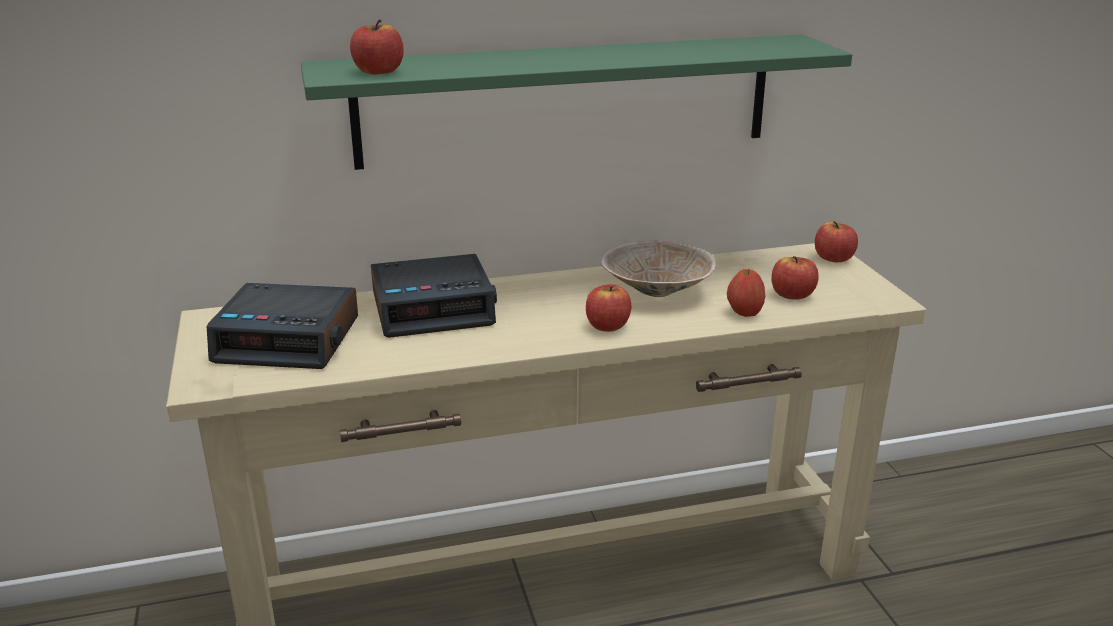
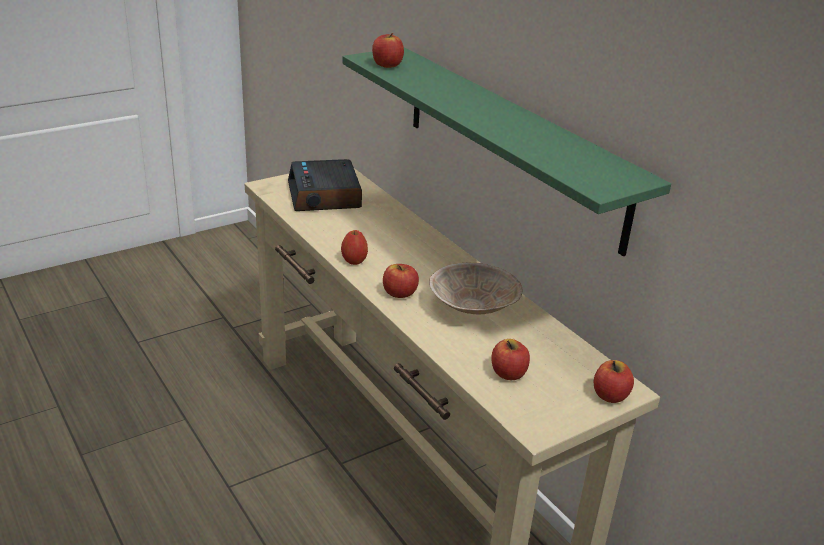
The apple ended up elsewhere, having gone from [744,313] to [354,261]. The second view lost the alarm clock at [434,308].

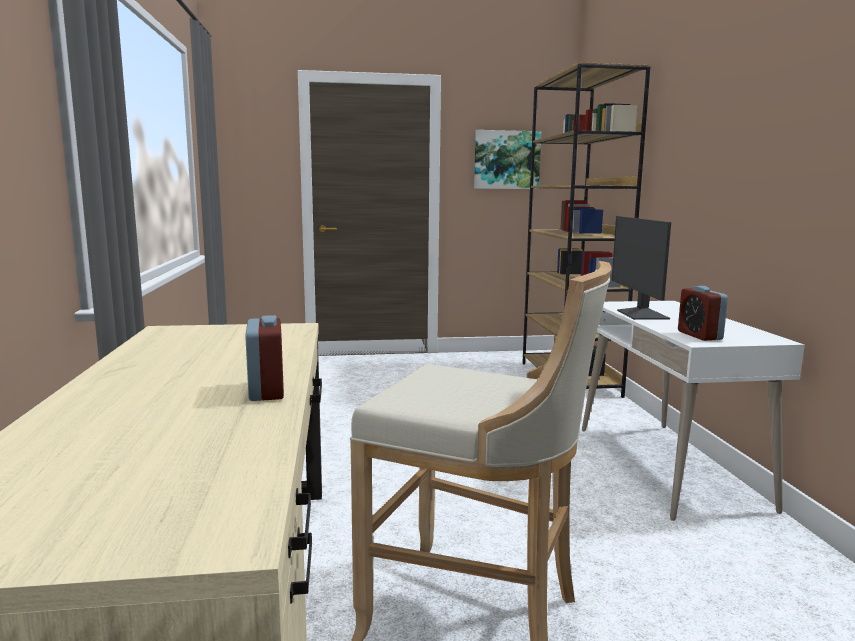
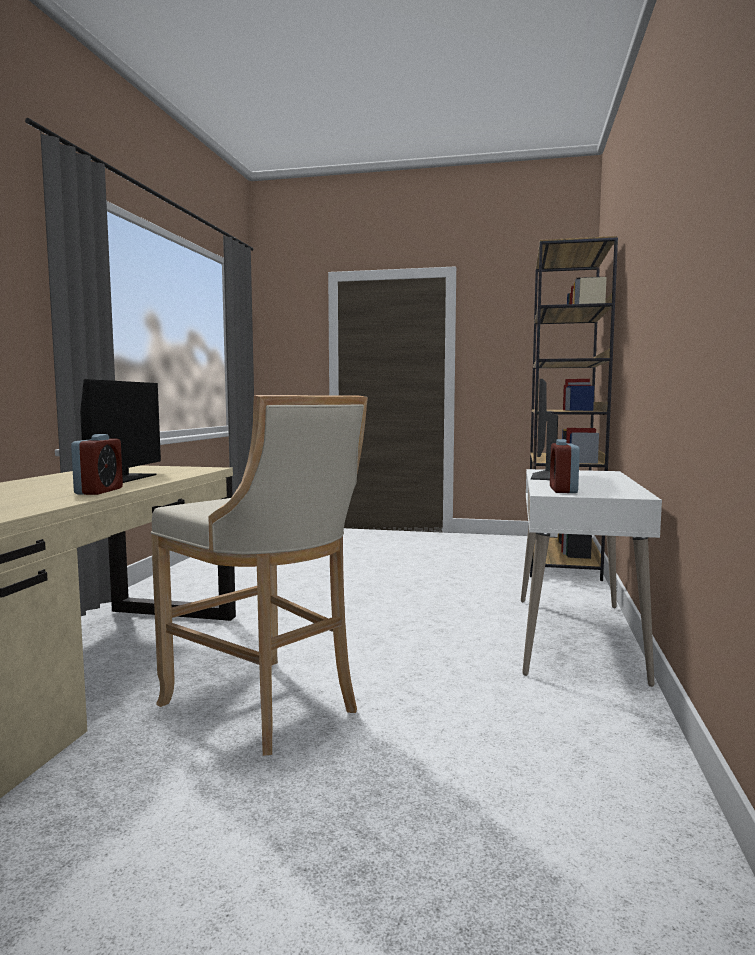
The second view gained the monitor at [123,478]. The second view lost the picture at [506,160].

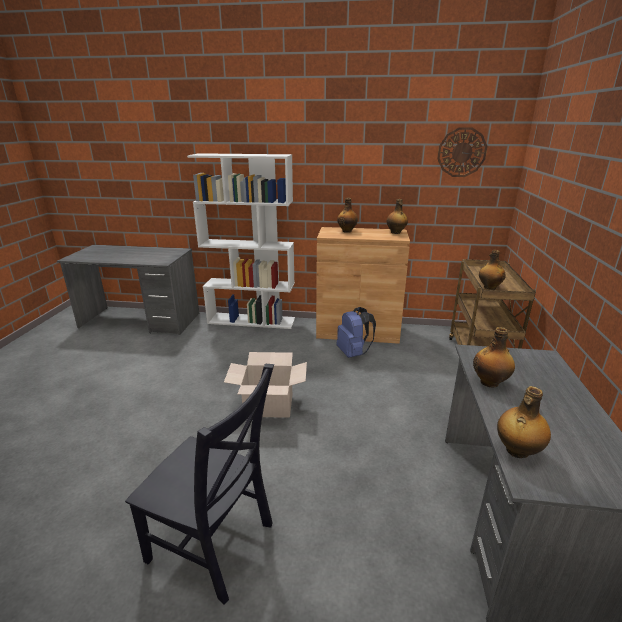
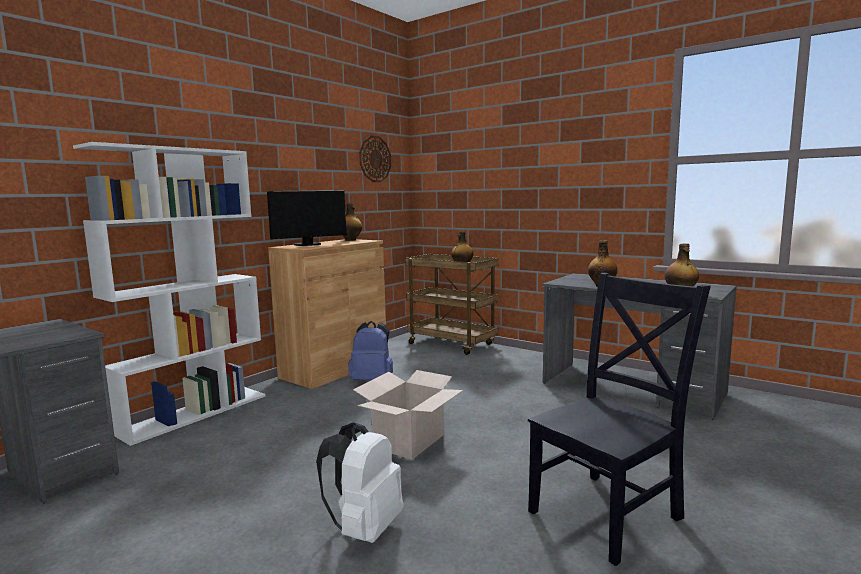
Where the bottle stood at [347,231], the monitor came to stand at [308,244]. The second view gained the white backpack at [364,528].

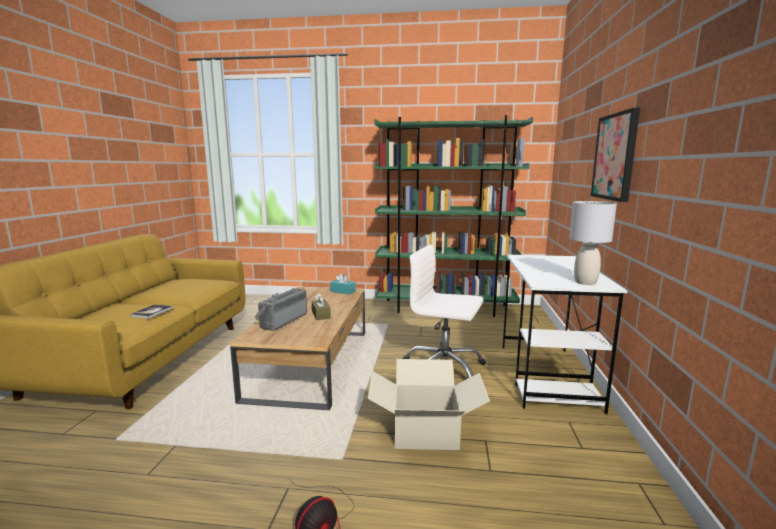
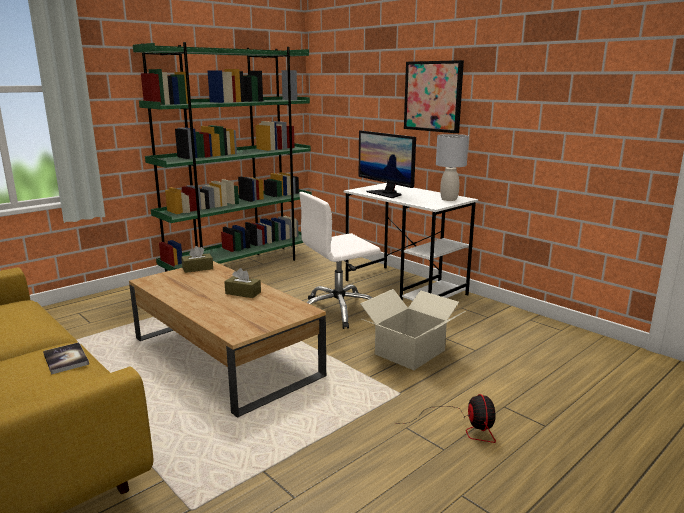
What was the turquoise tissue box at [343,291] turned into the brown tissue box at [197,268]. The second view gained the monitor at [386,193]. The second view lost the radio at [282,320].

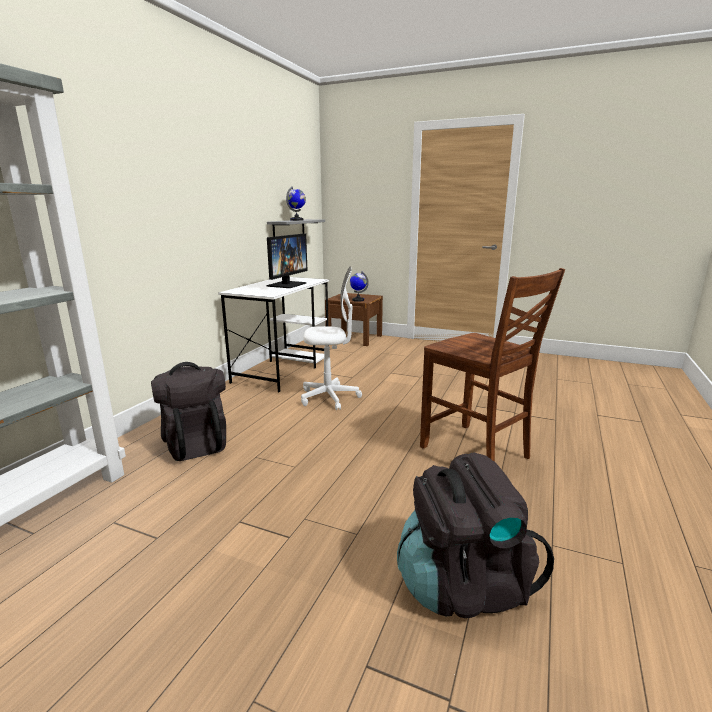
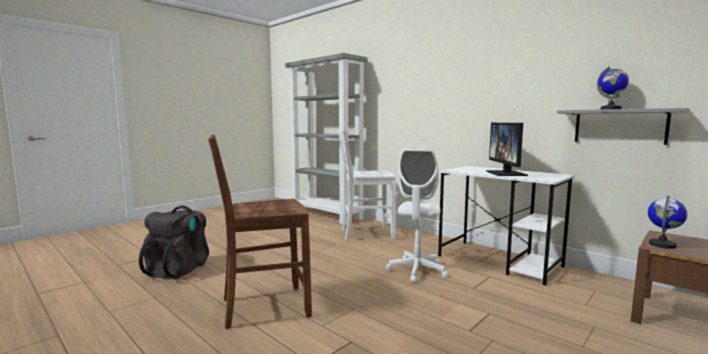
Where the black backpack stood at [195,443], the white chair came to stand at [365,234]. The monitor at [287,284] ended up facing another way, 45 degrees clockwise from before.

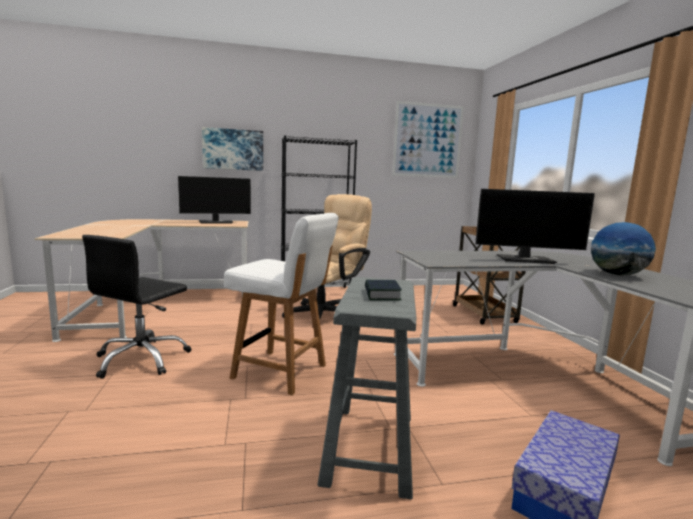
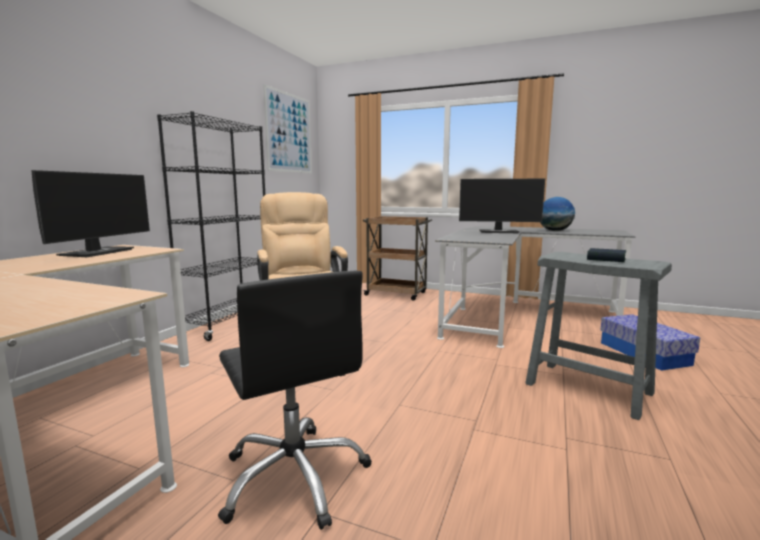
The monitor at [526,260] ended up facing another way, 60 degrees clockwise from before. The second view lost the picture at [233,149]. The second view lost the white chair at [281,372].

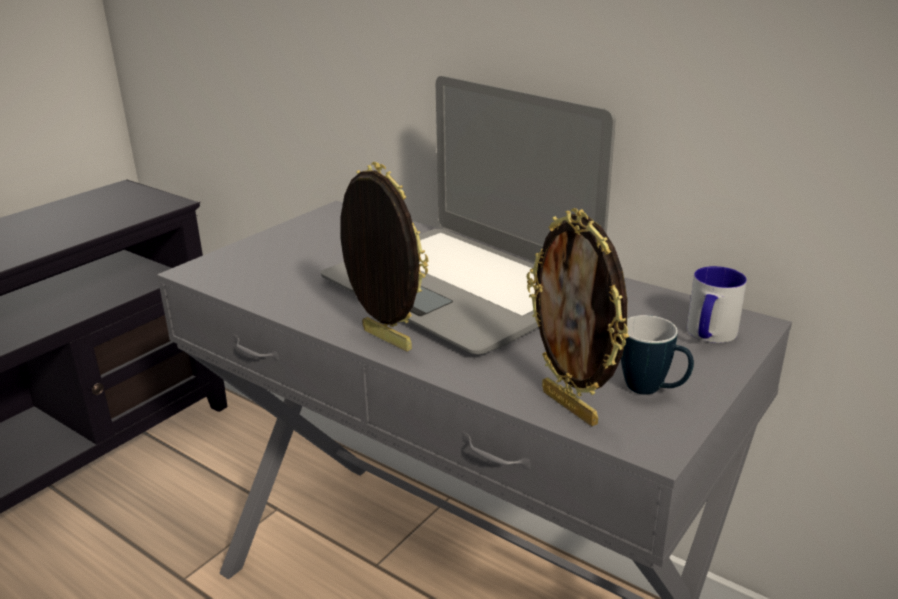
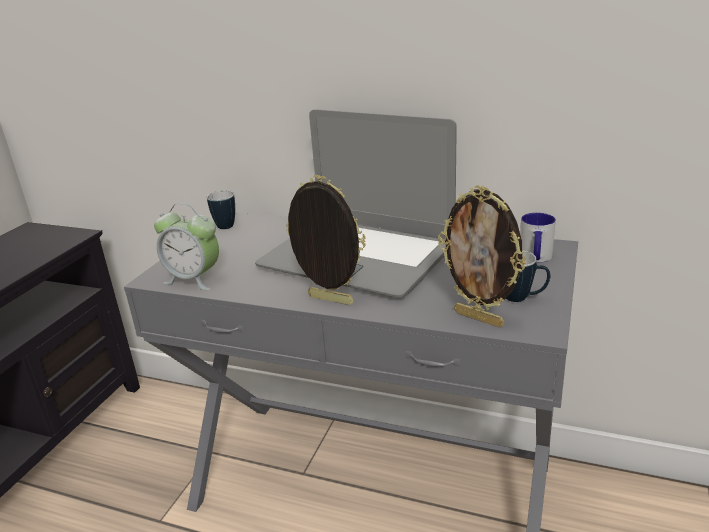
The second view gained the alarm clock at [194,279]. The second view gained the mug at [226,224].

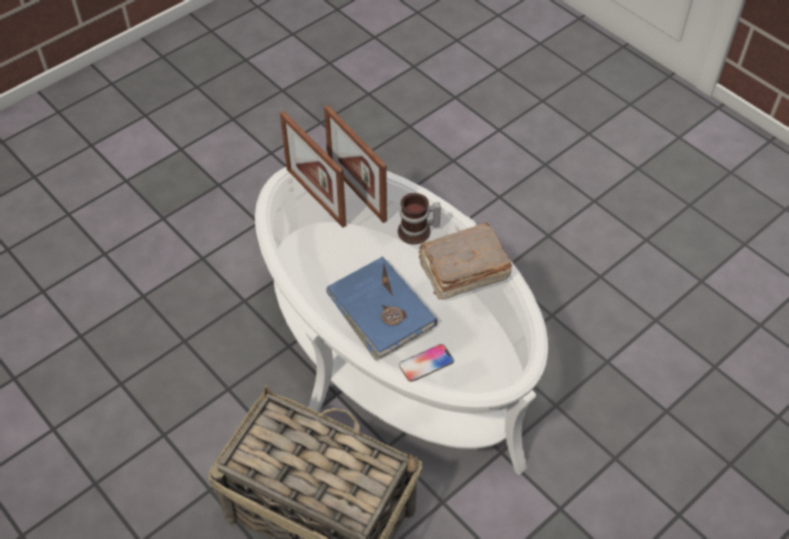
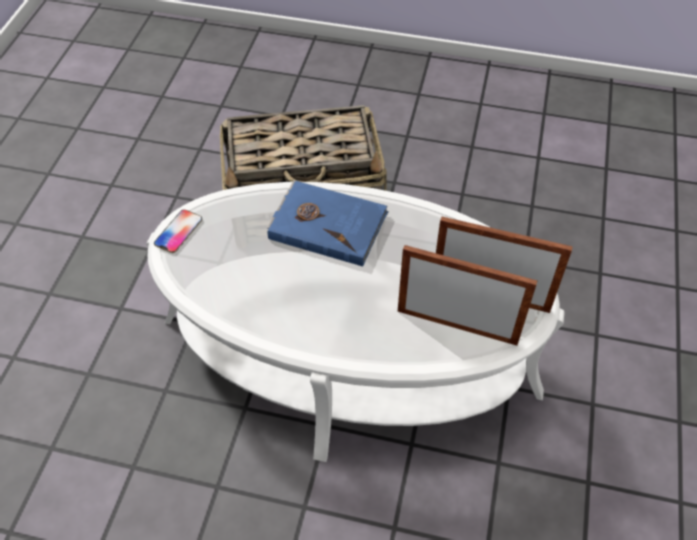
The phone ended up elsewhere, having gone from [426,363] to [178,232]. The second view lost the mug at [417,232]. The second view lost the brown book at [462,271].

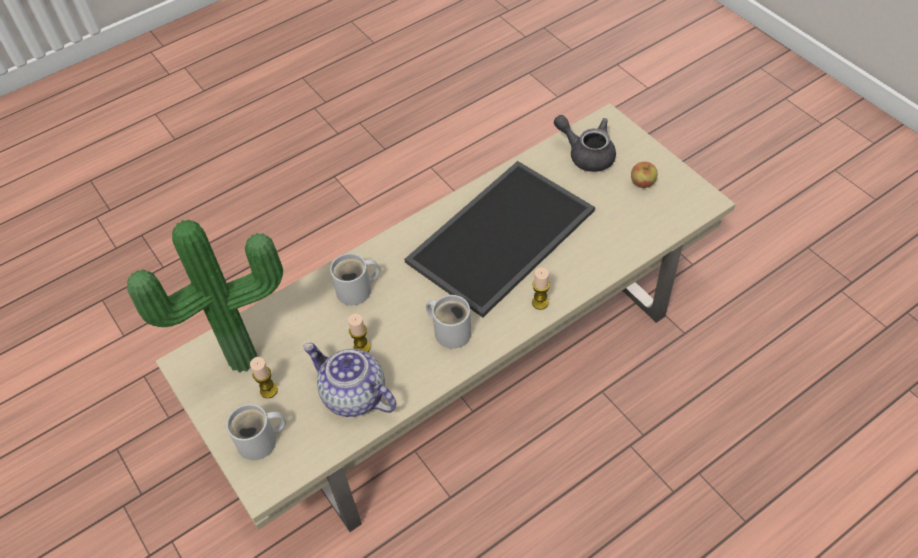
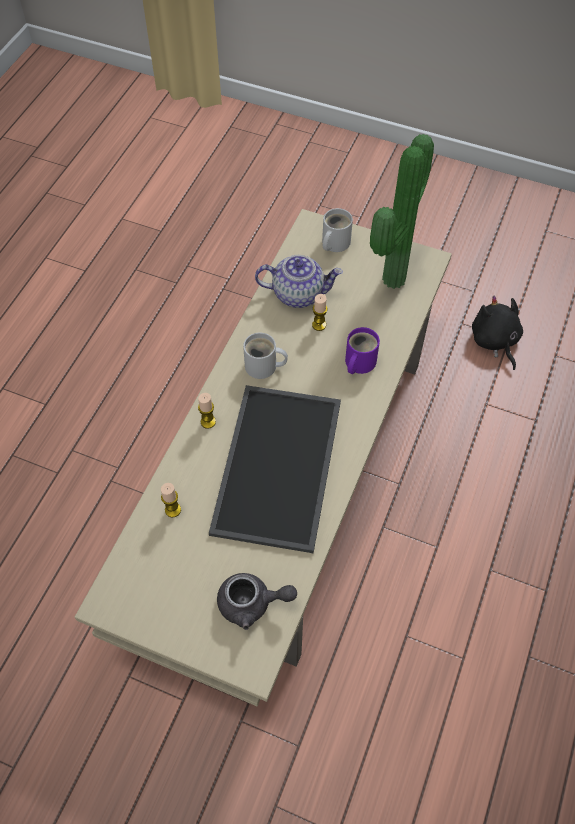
The candle ended up elsewhere, having gone from [268,390] to [173,510]. What was the white mug at [357,290] turned into the purple mug at [358,363]. The second view gained the black plush toy at [494,341]. The second view lost the apple at [642,183].

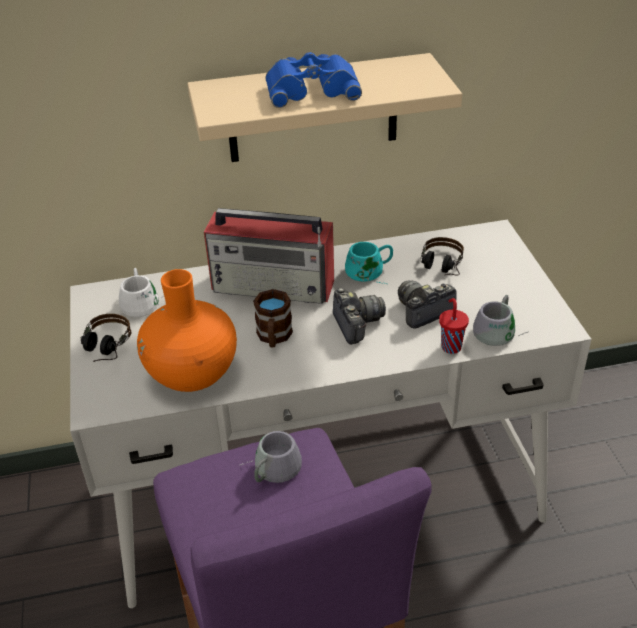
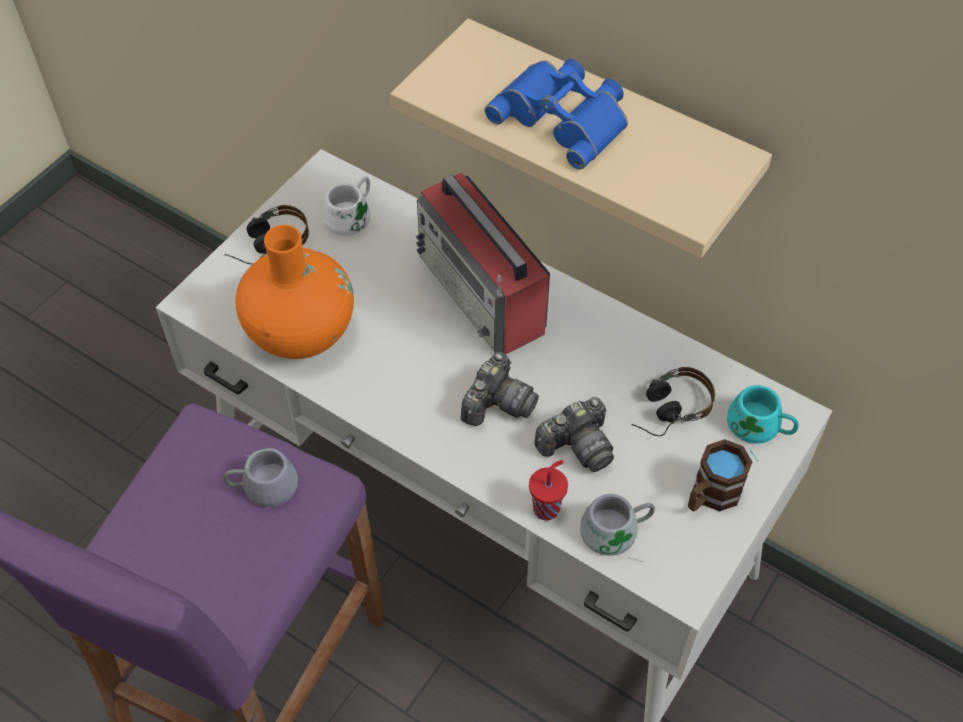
The photo camera at [423,311] ended up facing another way, 135 degrees clockwise from before. The brown mug ended up elsewhere, having gone from [274,337] to [710,496]. The turquoise mug ended up elsewhere, having gone from [370,272] to [757,430].

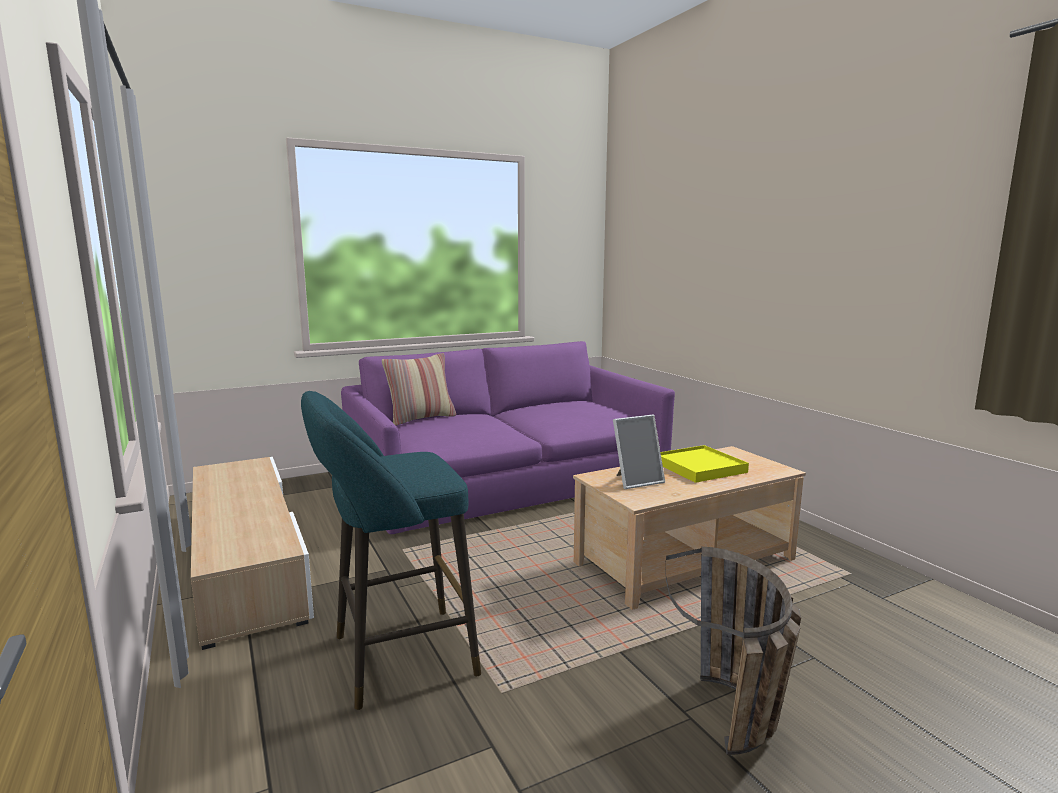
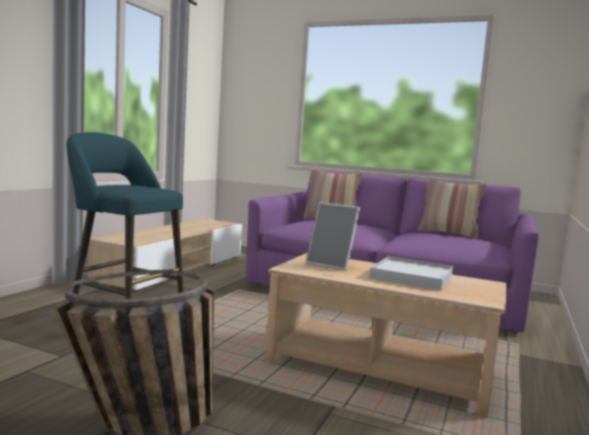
What was the yellow tray at [699,467] turned into the white tray at [411,277]. The second view gained the pillow at [448,234].

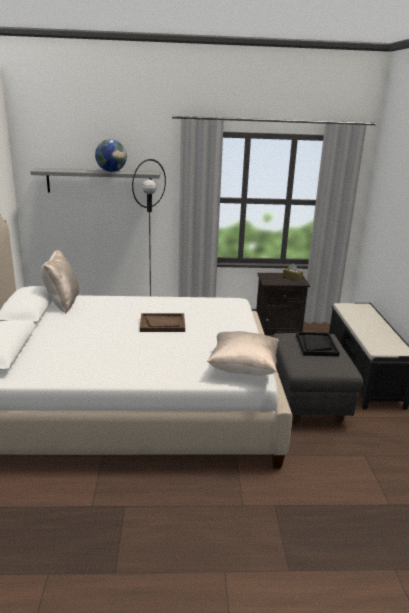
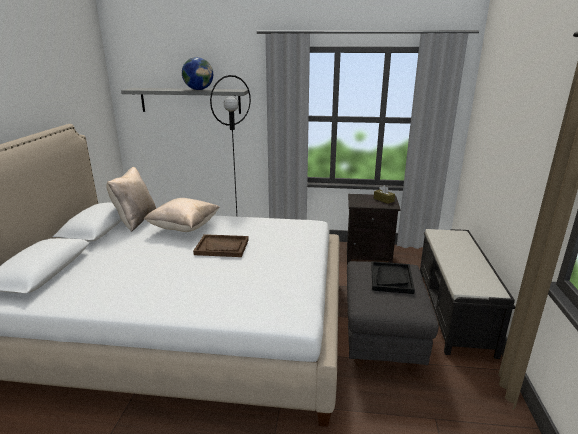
The beige pillow ended up elsewhere, having gone from [243,368] to [184,228].

